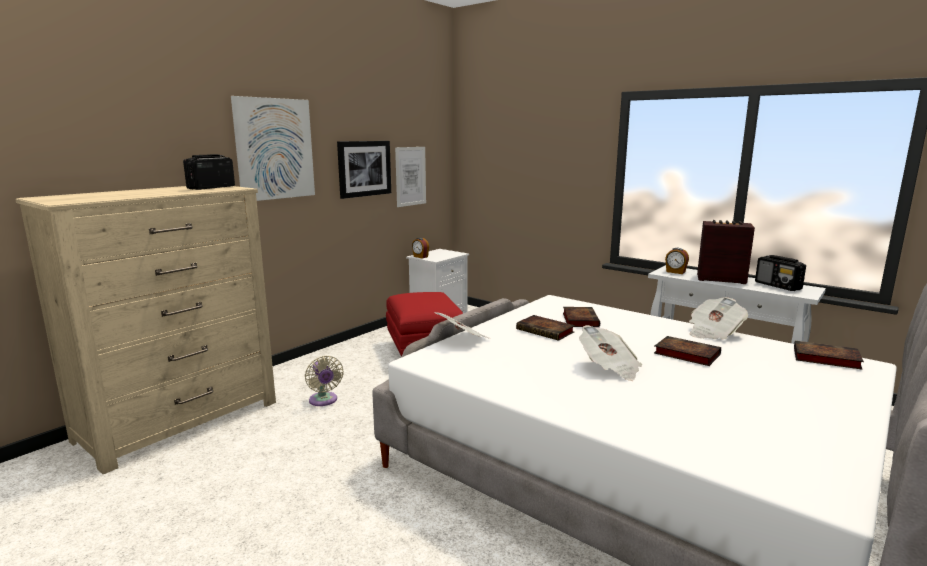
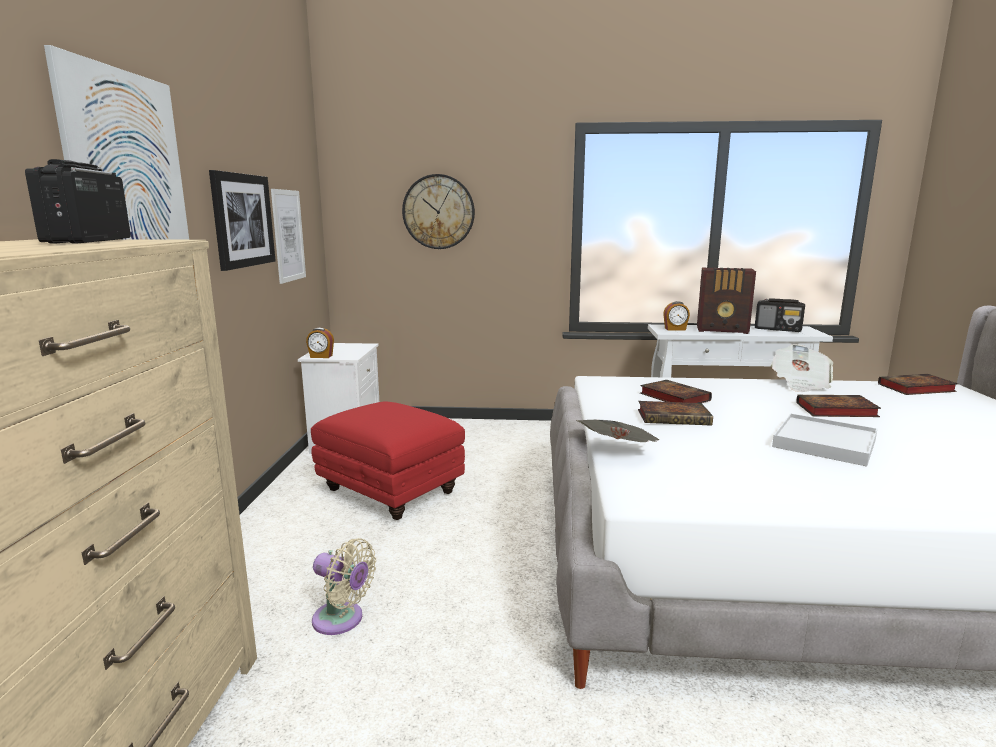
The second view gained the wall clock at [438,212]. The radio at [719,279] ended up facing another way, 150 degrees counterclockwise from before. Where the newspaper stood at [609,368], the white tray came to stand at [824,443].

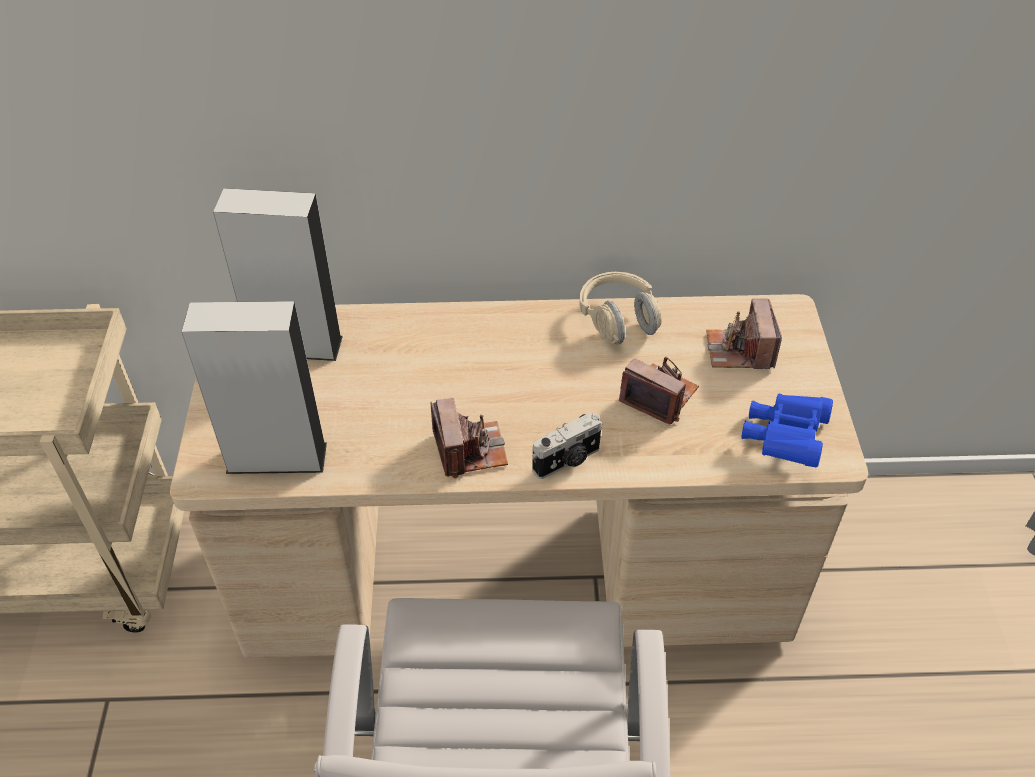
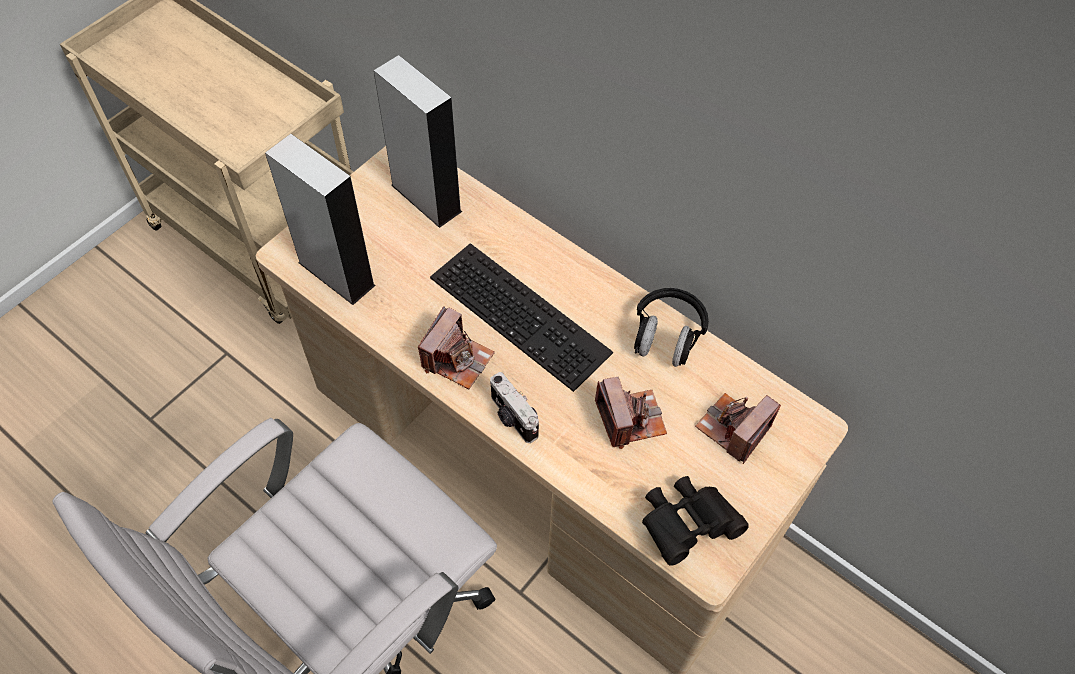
The second view gained the keyboard at [523,313]. The photo camera at [567,461] ended up facing another way, 45 degrees clockwise from before. What was the beige headphones at [618,320] turned into the black headphones at [666,336]. What was the blue binoculars at [784,439] turned into the black binoculars at [687,524].

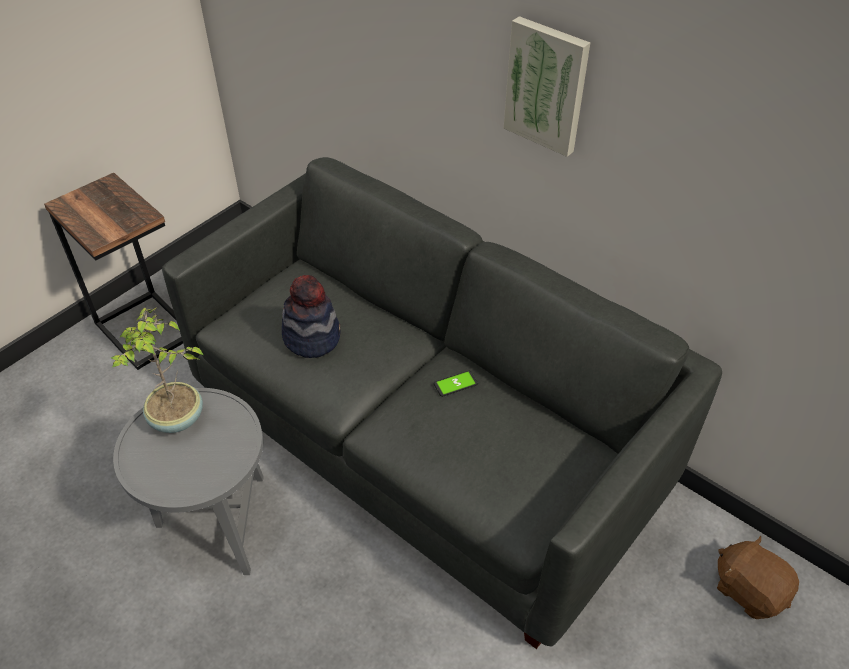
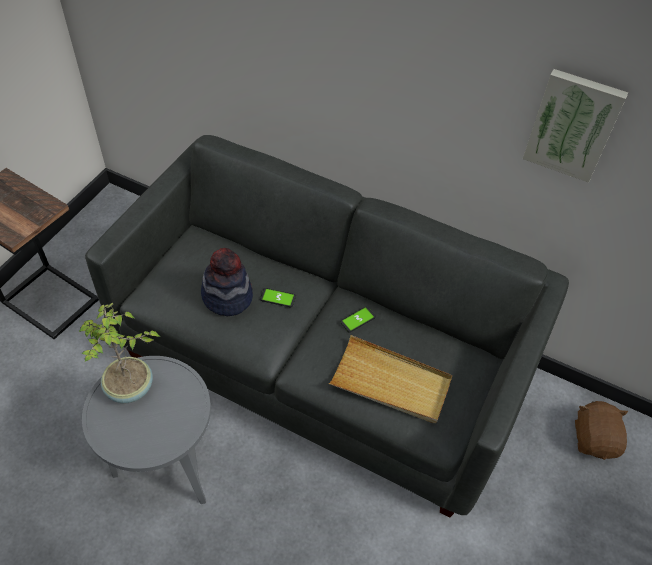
The second view gained the phone at [278,298]. The second view gained the beige tray at [391,383]. The picture ended up elsewhere, having gone from [547,86] to [573,125]. The brown plush toy at [749,589] ended up facing another way, 60 degrees clockwise from before.

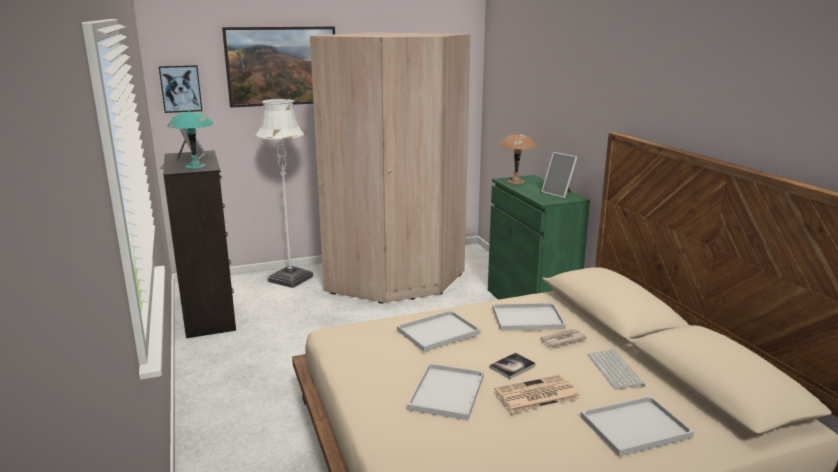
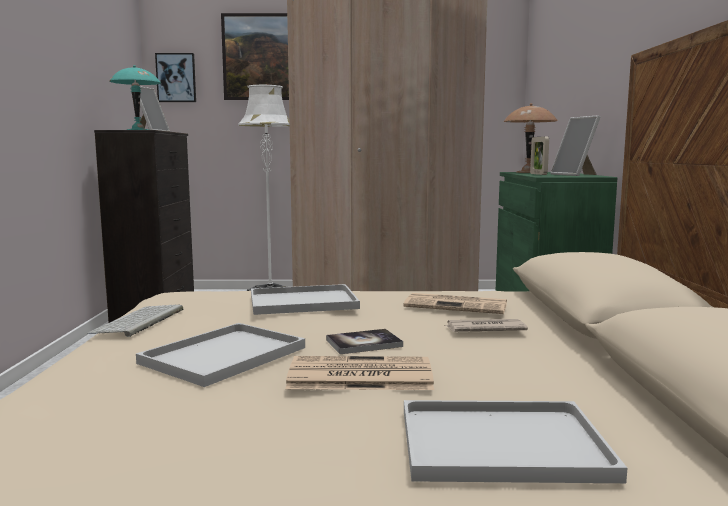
The keyboard ended up elsewhere, having gone from [616,370] to [139,322]. Where the white tray stood at [529,318], the newspaper came to stand at [457,305]. The second view gained the picture frame at [538,174].

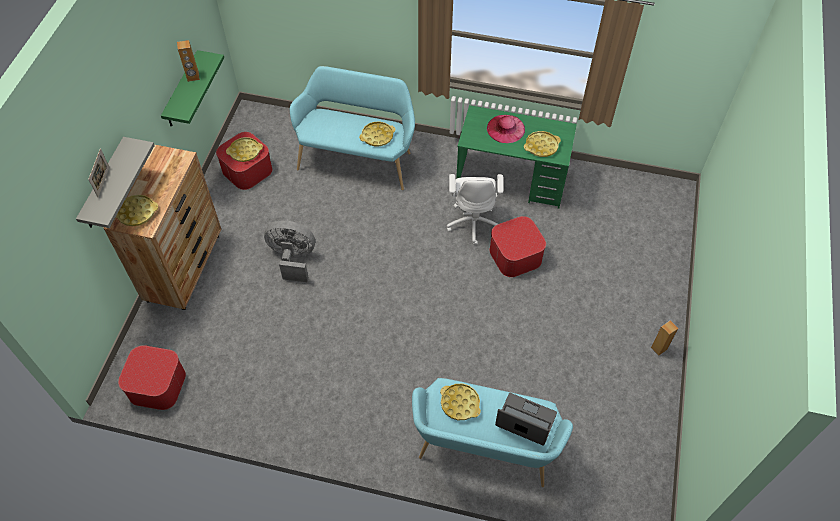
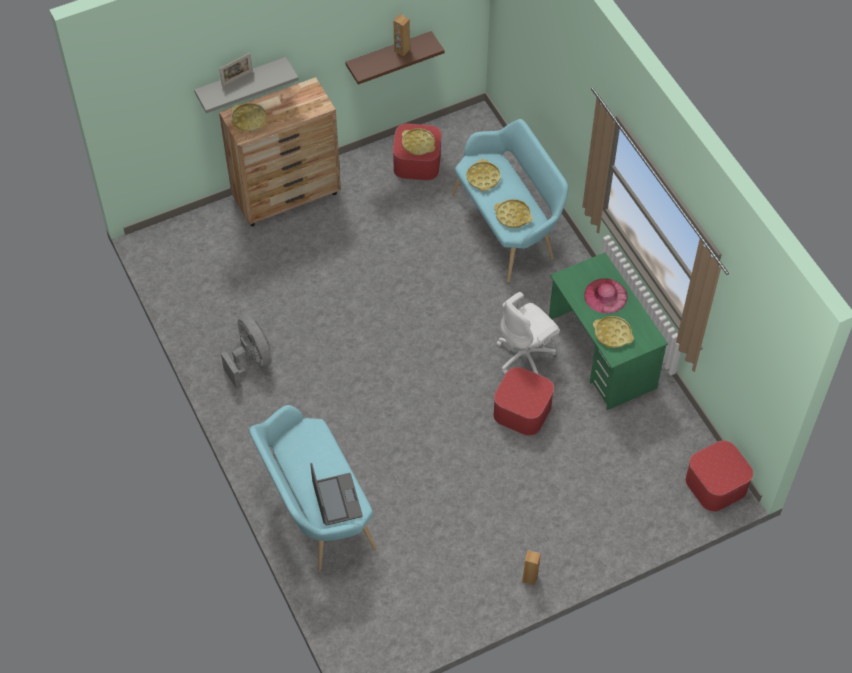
The grey fan ended up elsewhere, having gone from [293,259] to [251,361]. What was the green shelf at [182,91] turned into the brown shelf at [388,55]. The yellow tray ended up elsewhere, having gone from [460,403] to [483,178]. The ottoman ended up elsewhere, having gone from [157,385] to [715,484].

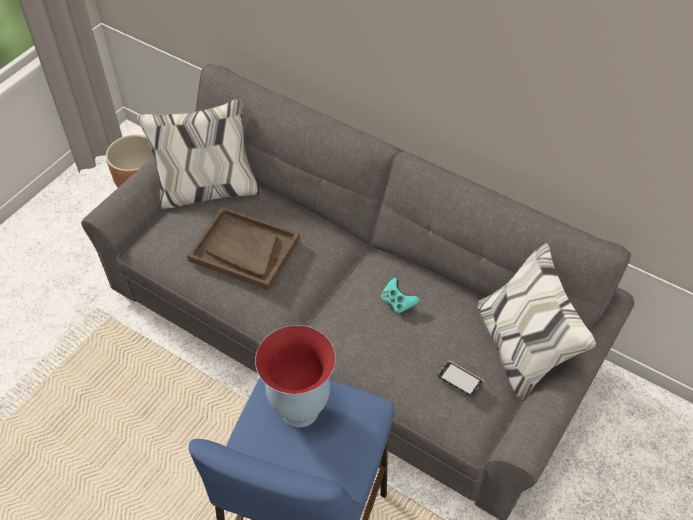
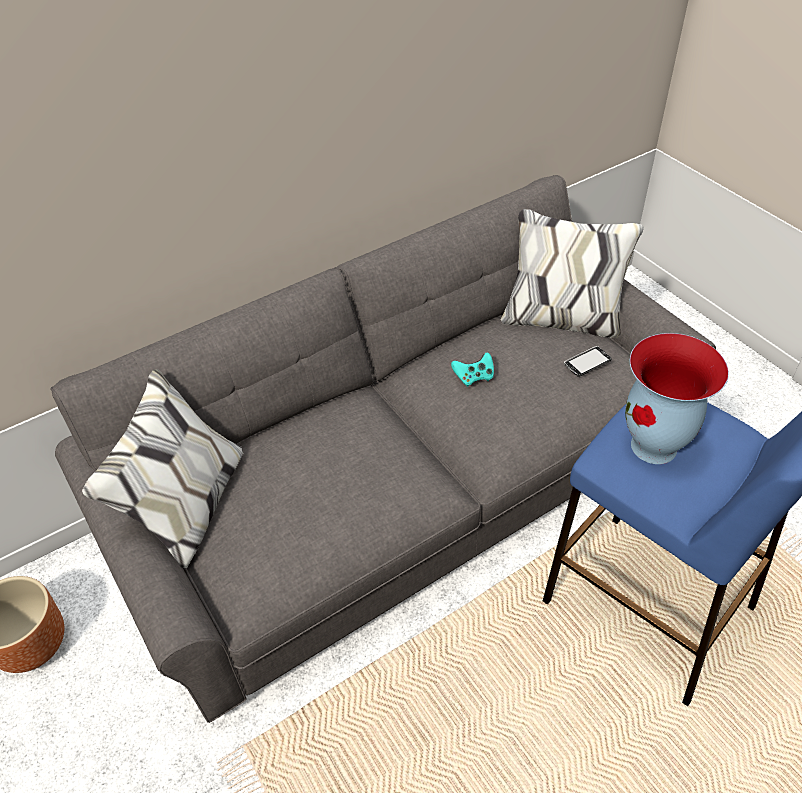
The second view lost the brown tray at [244,250].

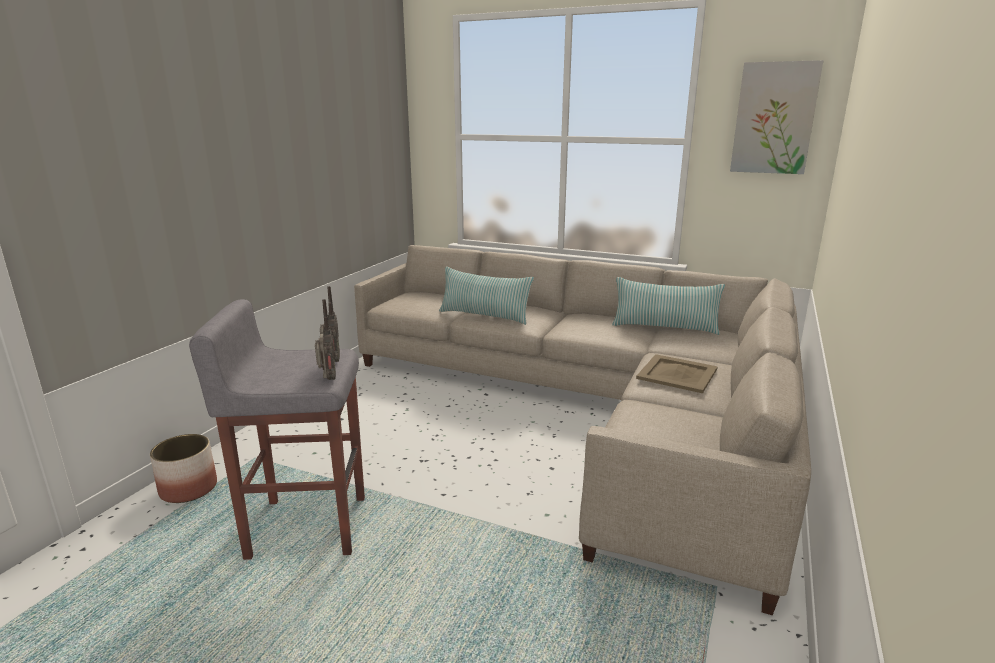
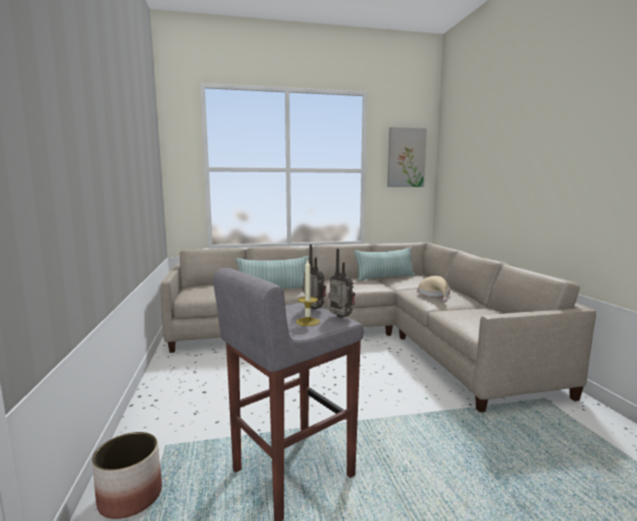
The second view gained the candle at [307,322]. Where the beige tray stood at [678,373], the beige hat came to stand at [434,294].

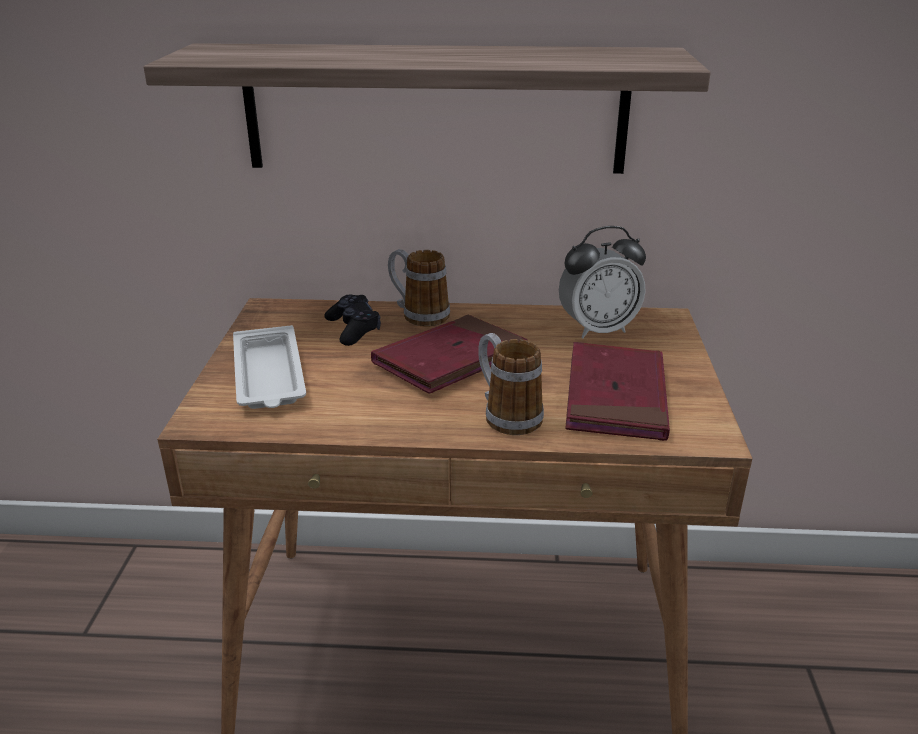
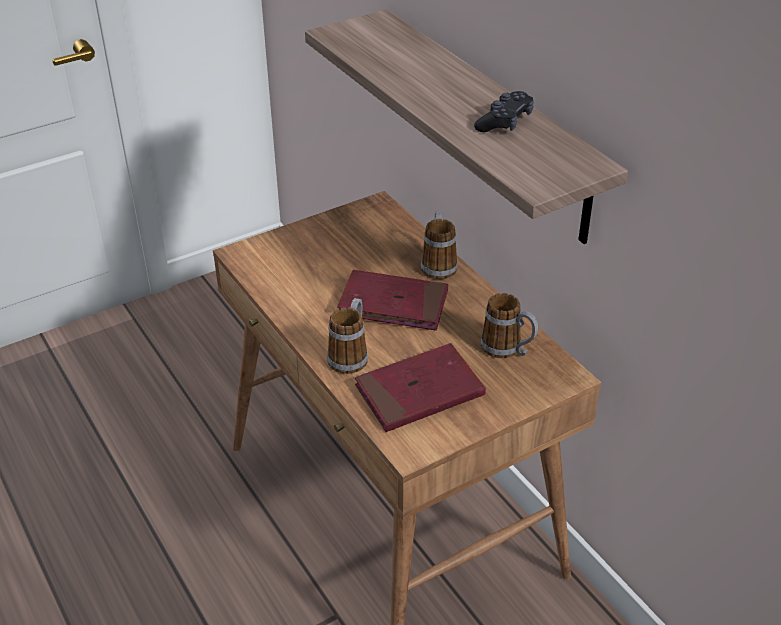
The black game controller ended up elsewhere, having gone from [353,329] to [505,122]. Where the alarm clock stood at [597,329], the mug came to stand at [508,350]. The second view lost the white tray at [269,376].

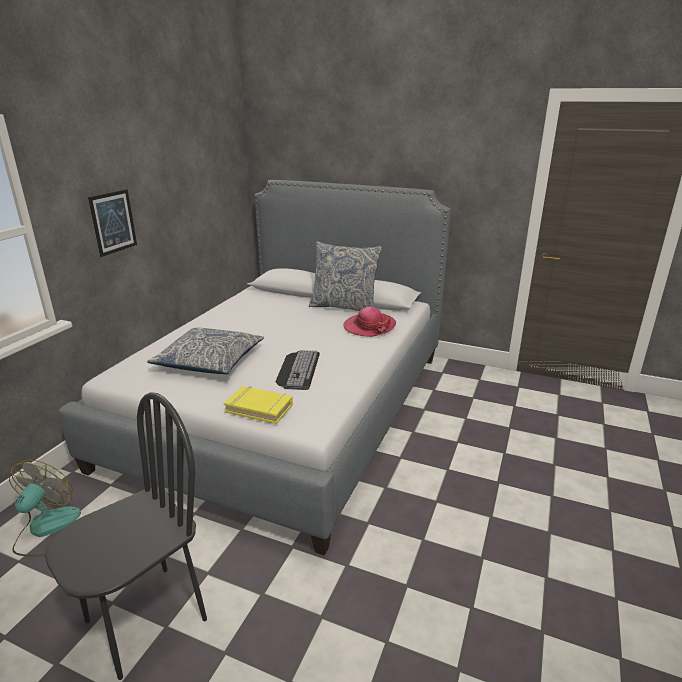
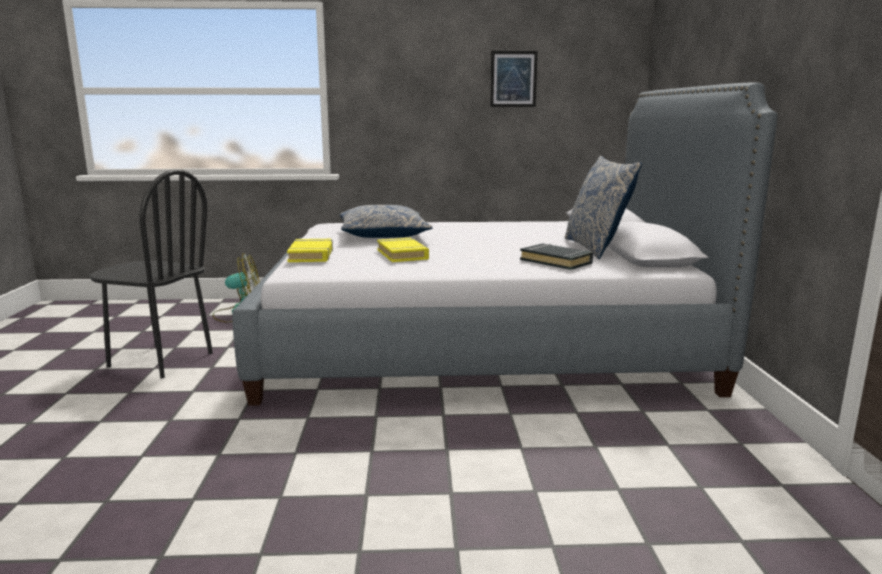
Where the keyboard stood at [297,369], the yellow book came to stand at [402,254]. The picture ended up elsewhere, having gone from [113,222] to [513,79]. Where the hat stood at [369,327], the black book came to stand at [556,261].

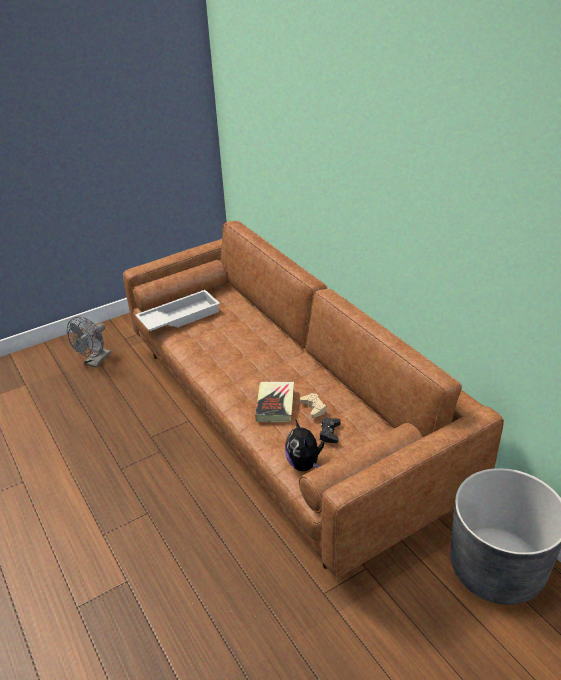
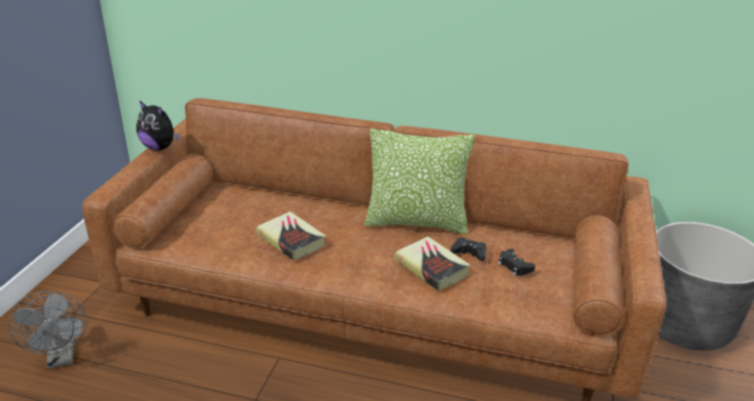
The plush toy ended up elsewhere, having gone from [304,464] to [160,147]. The second view gained the book at [291,240]. The second view gained the pillow at [416,222]. What was the beige game controller at [313,408] turned into the black game controller at [469,253]. The second view lost the white tray at [179,317].

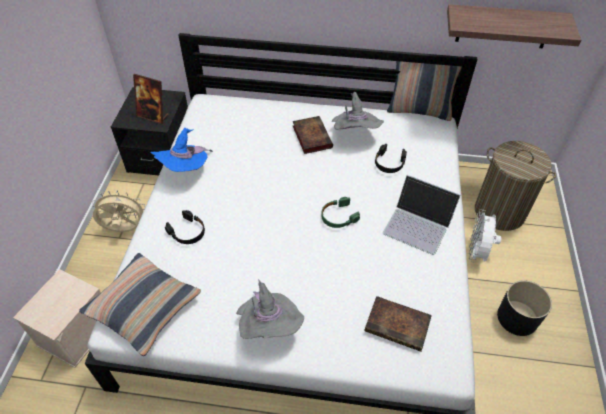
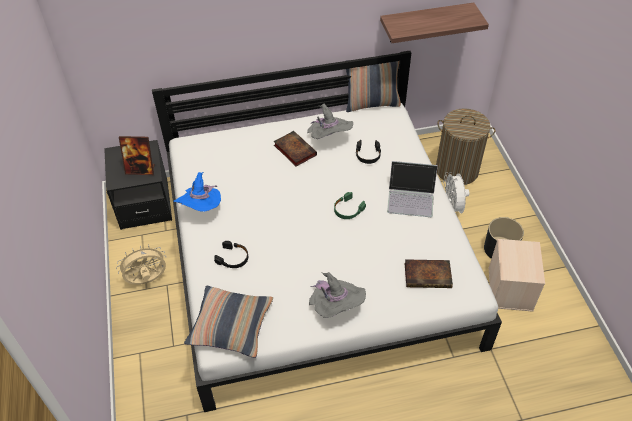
The beige storage box ended up elsewhere, having gone from [76,331] to [509,288].

